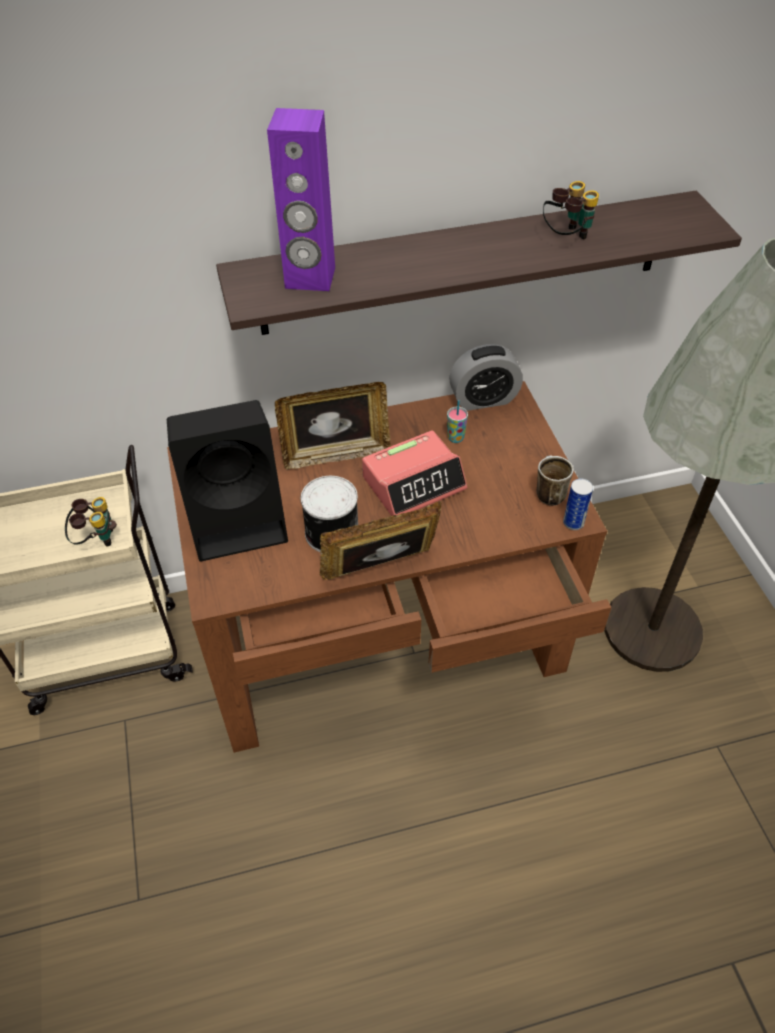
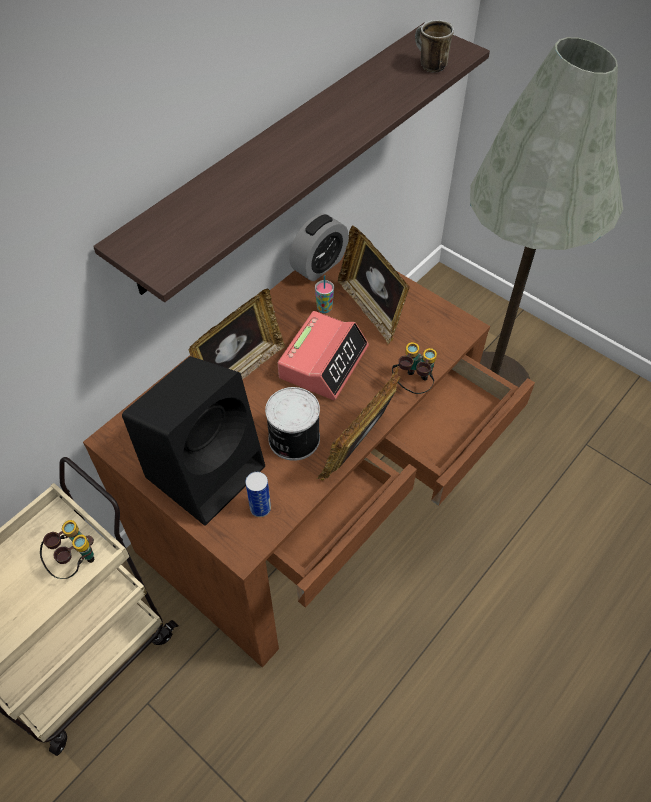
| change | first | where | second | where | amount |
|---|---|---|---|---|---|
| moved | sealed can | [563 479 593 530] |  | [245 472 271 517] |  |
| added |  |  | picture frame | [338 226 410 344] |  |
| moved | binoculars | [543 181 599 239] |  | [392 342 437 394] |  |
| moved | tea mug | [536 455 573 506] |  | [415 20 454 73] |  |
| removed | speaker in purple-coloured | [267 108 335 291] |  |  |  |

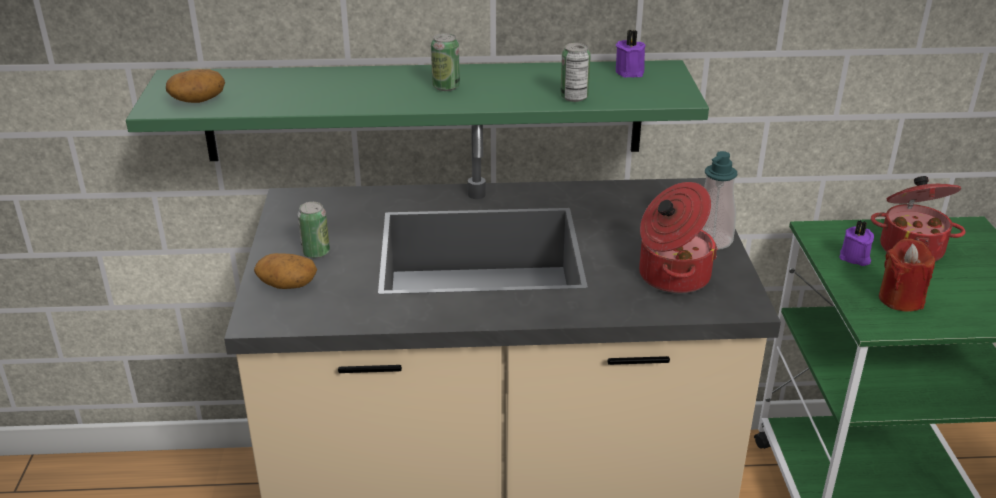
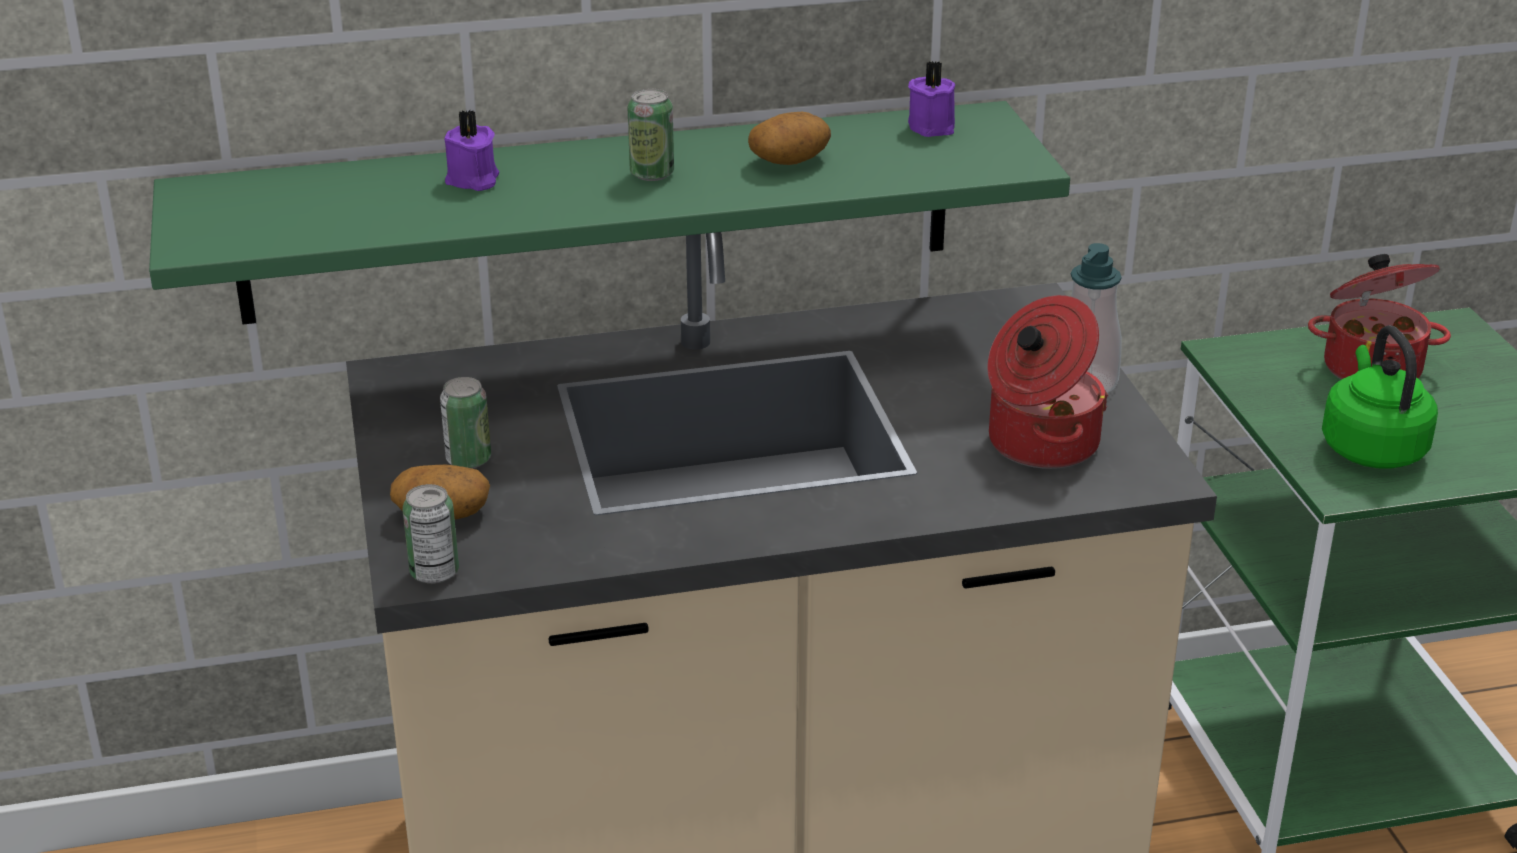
| change | first | where | second | where | amount |
|---|---|---|---|---|---|
| moved | sealed can | [560 43 591 102] |  | [402 484 459 584] |  |
| moved | candle in purple-coloured | [839 220 874 266] |  | [444 110 499 191] |  |
| moved | spud | [166 69 225 103] |  | [748 112 831 165] |  |
| replaced | candle in red-coloured | [879 239 935 312] | water kettle in greenish | [1322 325 1438 469] |  |

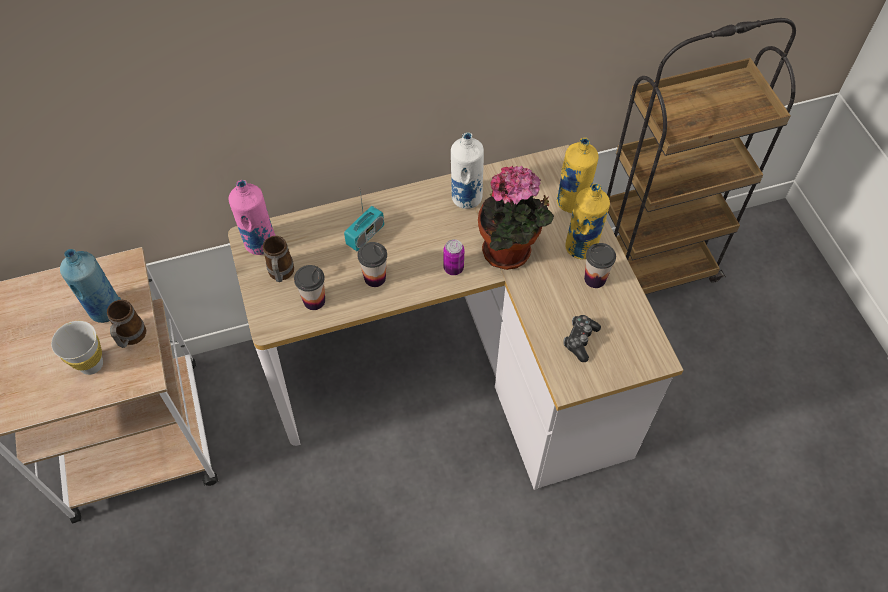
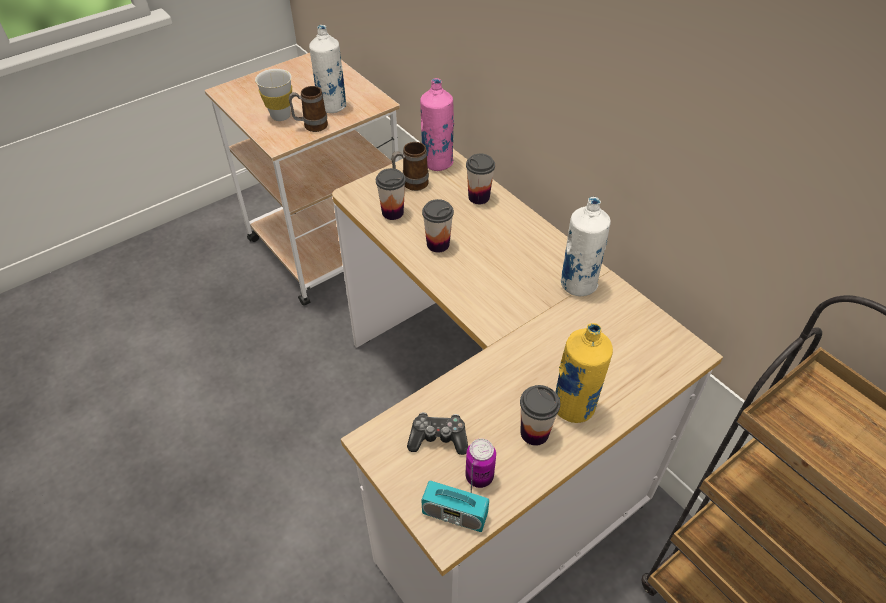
| change | first | where | second | where | amount |
|---|---|---|---|---|---|
| recoloured | drink bottle in blue-coloured | [60 249 121 323] | drink bottle in white | [309 25 346 113] |  |
| moved | radio | [344 192 384 251] |  | [422 467 489 532] |  |
| moved | sealed can | [443 239 464 275] |  | [465 439 496 488] |  |
| added |  |  | drinking cup | [466 154 495 204] |  |
| removed | potted plant | [478 166 554 270] |  |  |  |
| removed | drink bottle in yellow | [557 138 599 213] |  |  |  |

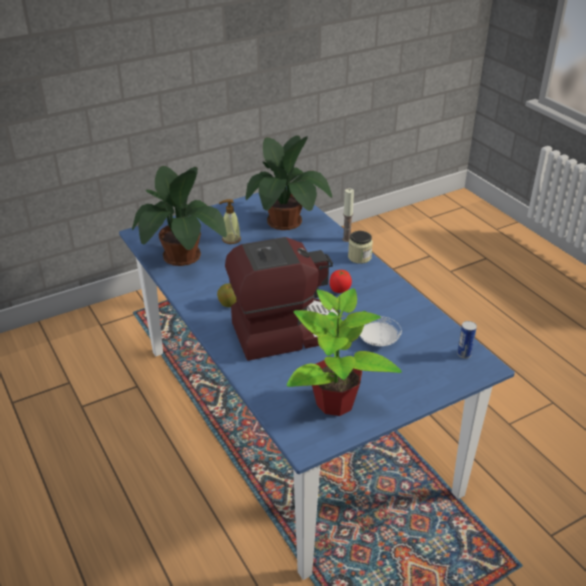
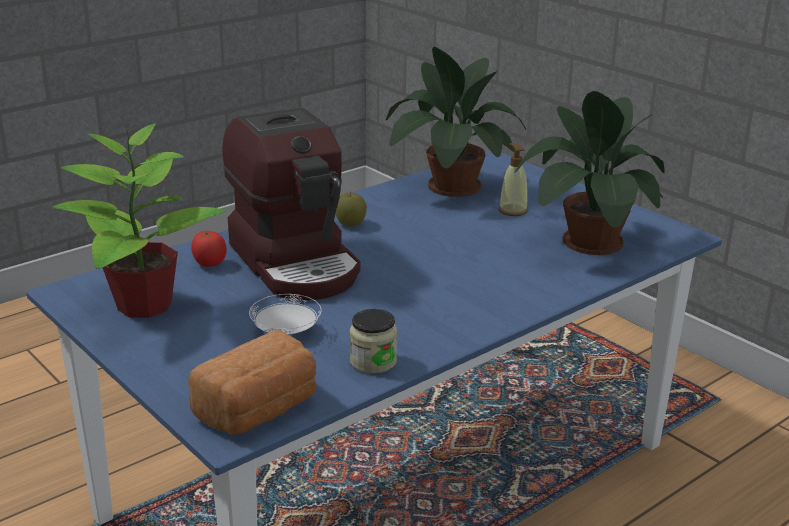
| change | first | where | second | where | amount |
|---|---|---|---|---|---|
| replaced | sealed can | [457 321 477 359] | baked bread | [188 330 317 435] |  |
| moved | whole tomato | [329 270 352 293] |  | [191 231 227 267] |  |
| moved | storage jar | [348 231 373 264] |  | [350 309 397 374] |  |
| removed | candle | [342 188 354 242] |  |  |  |

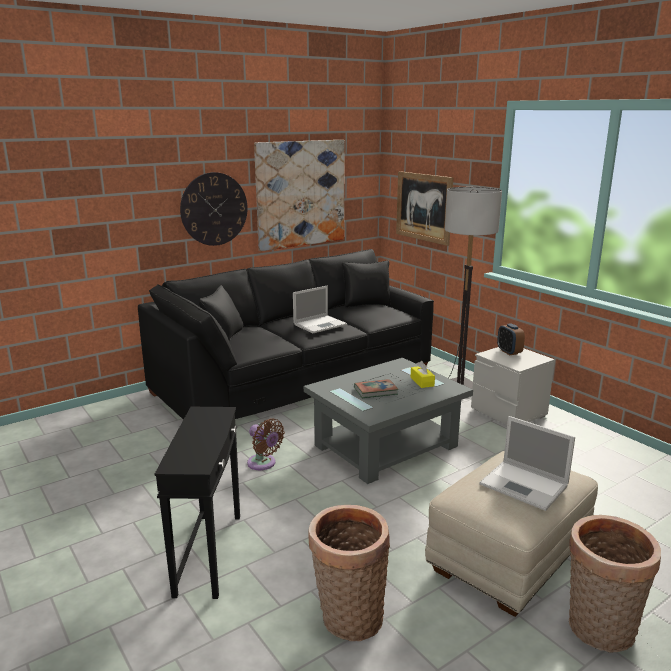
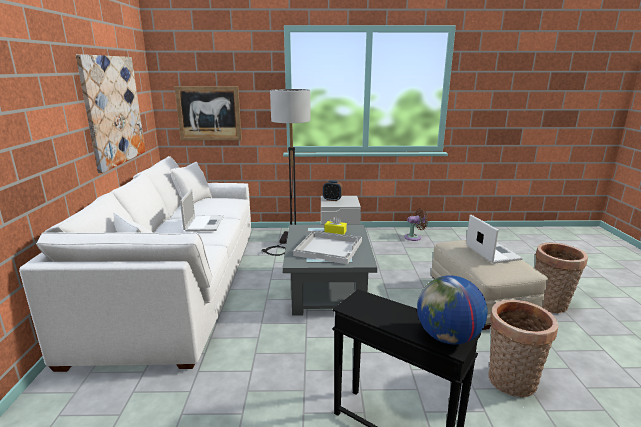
| change | first | where | second | where | amount |
|---|---|---|---|---|---|
| recoloured | sofa in black-coloured | [138 249 434 420] | sofa in white | [19 156 251 372] |  |
| replaced | volume | [354 379 399 398] | tray in white | [293 231 362 264] |  |
| moved | cooling fan in brown-coloured | [247 418 285 470] |  | [404 208 428 241] |  |
| added |  |  | desk globe | [417 275 488 345] |  |
| turned | laptop | [479 416 575 511] |  | [466 215 523 264] | 90 degrees counterclockwise |
| removed | wall clock | [180 172 248 246] |  |  |  |

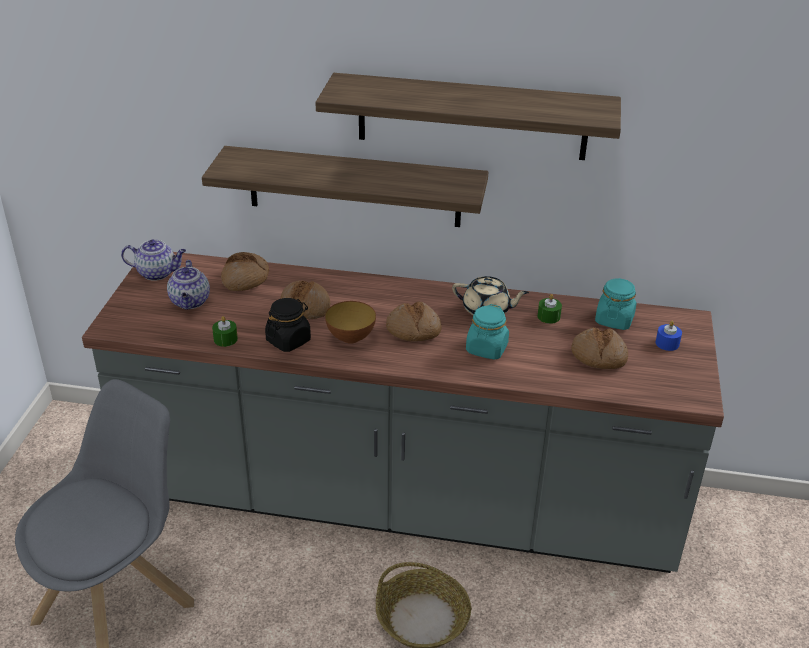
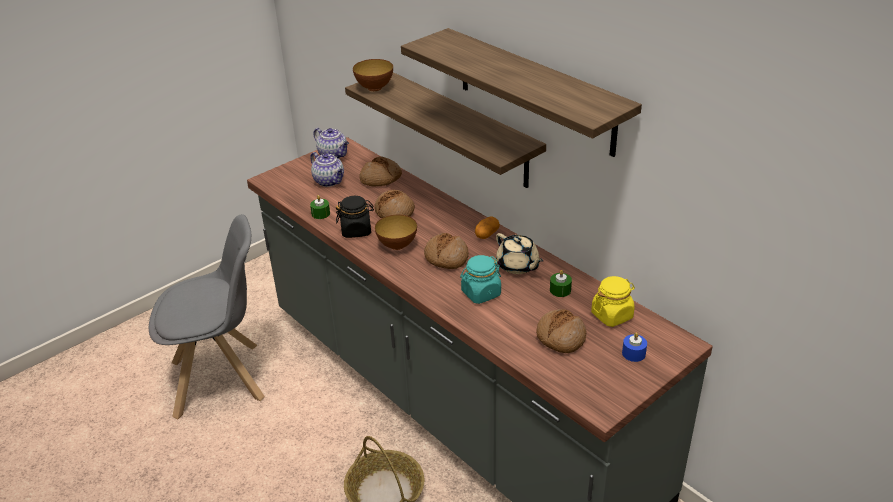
| change | first | where | second | where | amount |
|---|---|---|---|---|---|
| turned | pot for tea | [167 260 210 310] |  | [310 152 344 187] | 75 degrees counterclockwise |
| added |  |  | bowl | [353 59 393 91] |  |
| added |  |  | spud | [475 216 500 239] |  |
| recoloured | storage jar in turquoise | [595 278 636 330] | storage jar in yellow | [591 276 635 327] |  |

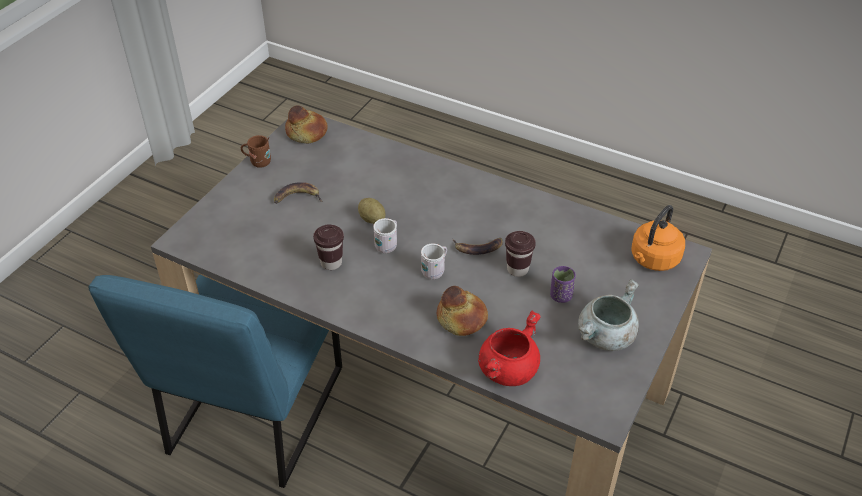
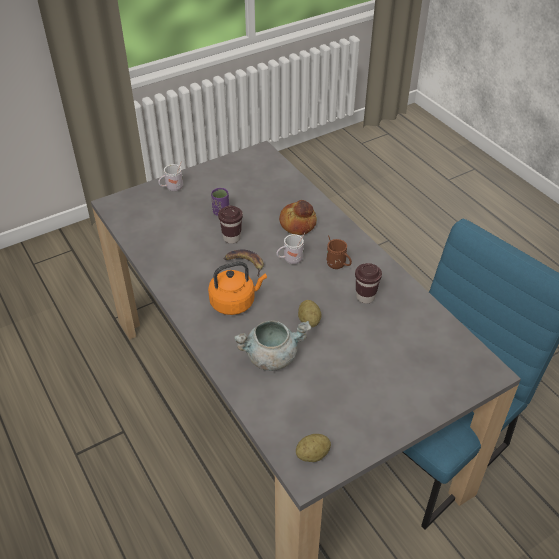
| change | first | where | second | where | amount |
|---|---|---|---|---|---|
| moved | tea mug in white | [373 218 397 253] |  | [158 161 183 191] |  |
| moved | water kettle in orange-coloured | [631 205 685 271] |  | [208 262 267 315] |  |
| moved | cooking pot in grey | [578 279 639 351] |  | [234 320 311 371] |  |
| replaced | baked bread | [285 105 328 143] | spud | [296 434 331 462] |  |
| moved | tea mug in brown-coloured | [241 135 271 168] |  | [326 235 352 269] |  |
| removed | whole banana | [274 182 323 204] |  |  |  |
| removed | cooking pot in red-coloured | [478 311 541 386] |  |  |  |

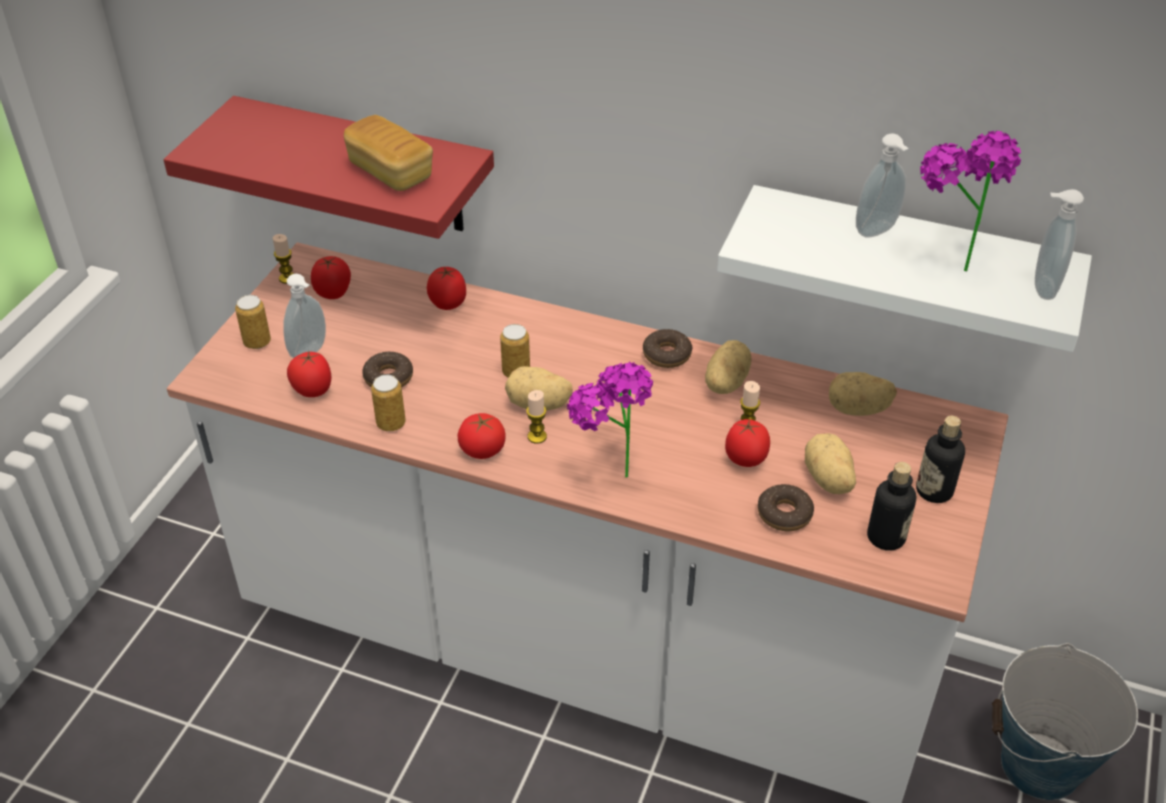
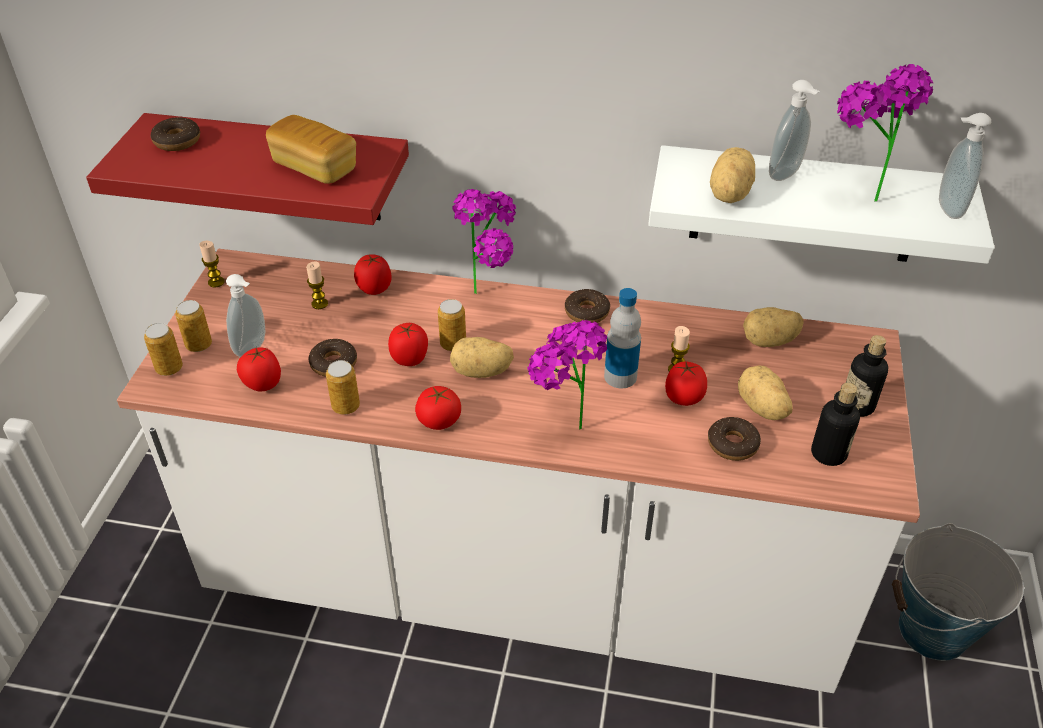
| change | first | where | second | where | amount |
|---|---|---|---|---|---|
| added |  |  | sealed can | [144 323 183 376] |  |
| added |  |  | ring doughnut | [151 117 200 151] |  |
| moved | candle | [526 390 547 444] |  | [306 262 328 309] |  |
| moved | whole tomato | [311 256 351 299] |  | [388 323 428 366] |  |
| added |  |  | potted plant | [453 189 516 294] |  |
| added |  |  | drink bottle | [604 288 641 388] |  |
| moved | spud | [705 340 751 394] |  | [710 147 755 203] |  |

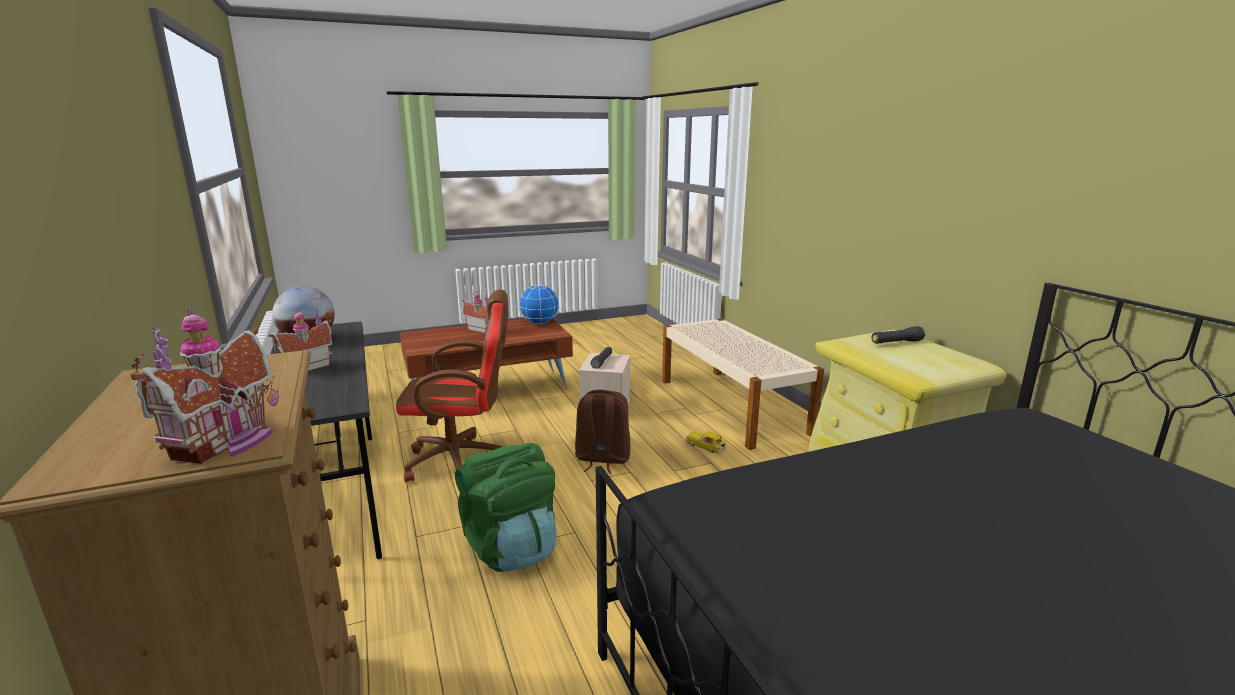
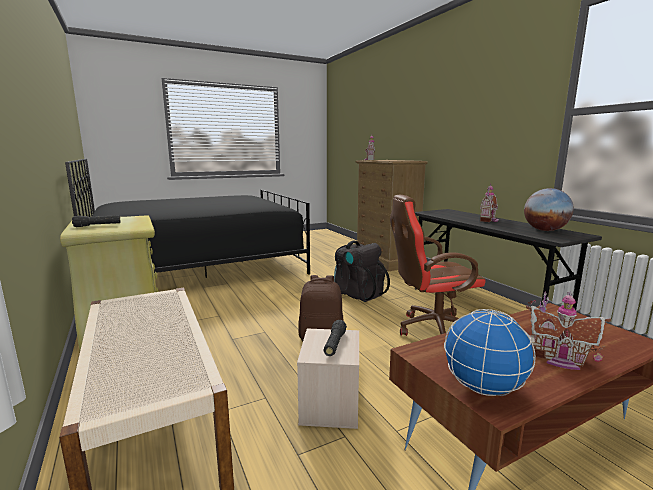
| change | first | where | second | where | amount |
|---|---|---|---|---|---|
| recoloured | knapsack in greenish | [455 443 556 572] | knapsack in black-coloured | [334 241 390 302] |  |
| removed | toy car | [686 431 726 454] |  |  |  |

